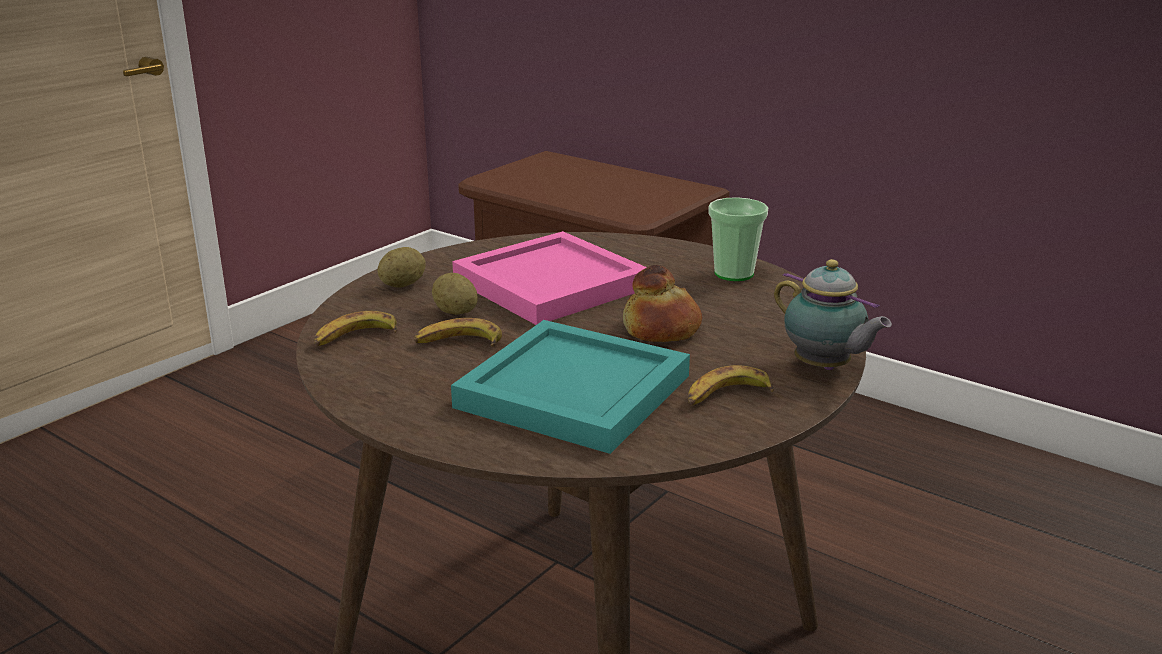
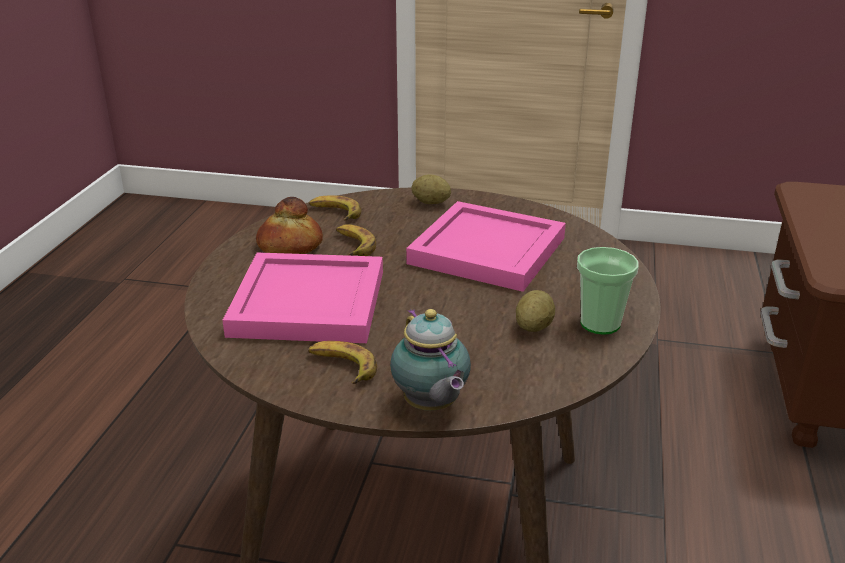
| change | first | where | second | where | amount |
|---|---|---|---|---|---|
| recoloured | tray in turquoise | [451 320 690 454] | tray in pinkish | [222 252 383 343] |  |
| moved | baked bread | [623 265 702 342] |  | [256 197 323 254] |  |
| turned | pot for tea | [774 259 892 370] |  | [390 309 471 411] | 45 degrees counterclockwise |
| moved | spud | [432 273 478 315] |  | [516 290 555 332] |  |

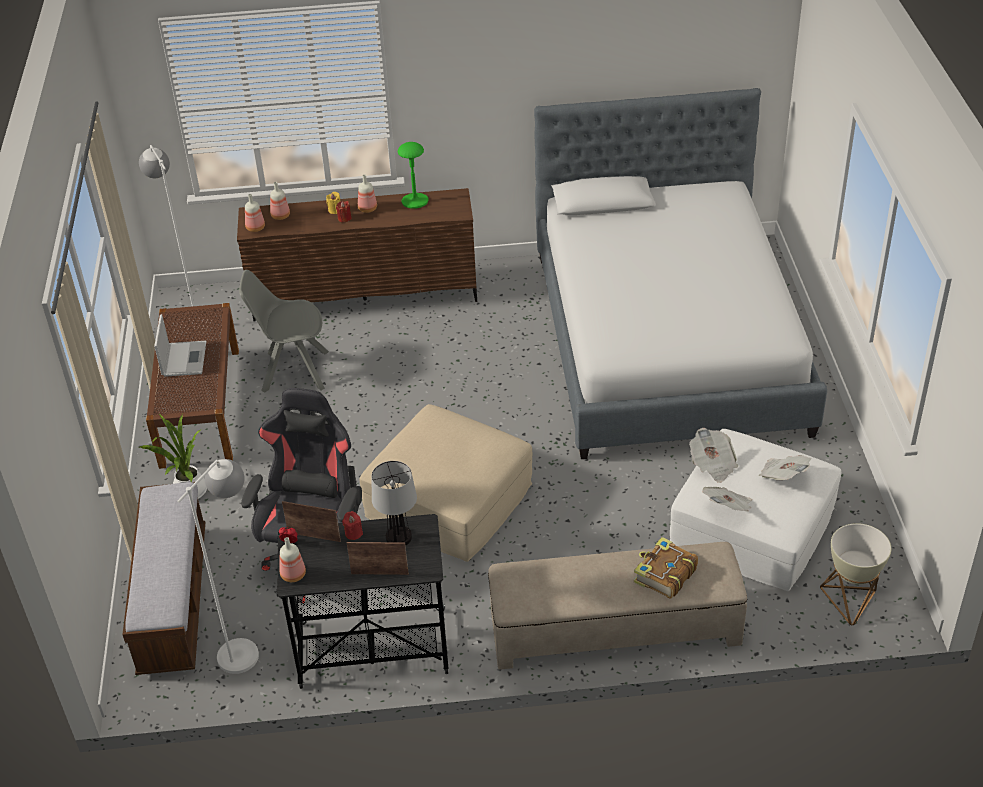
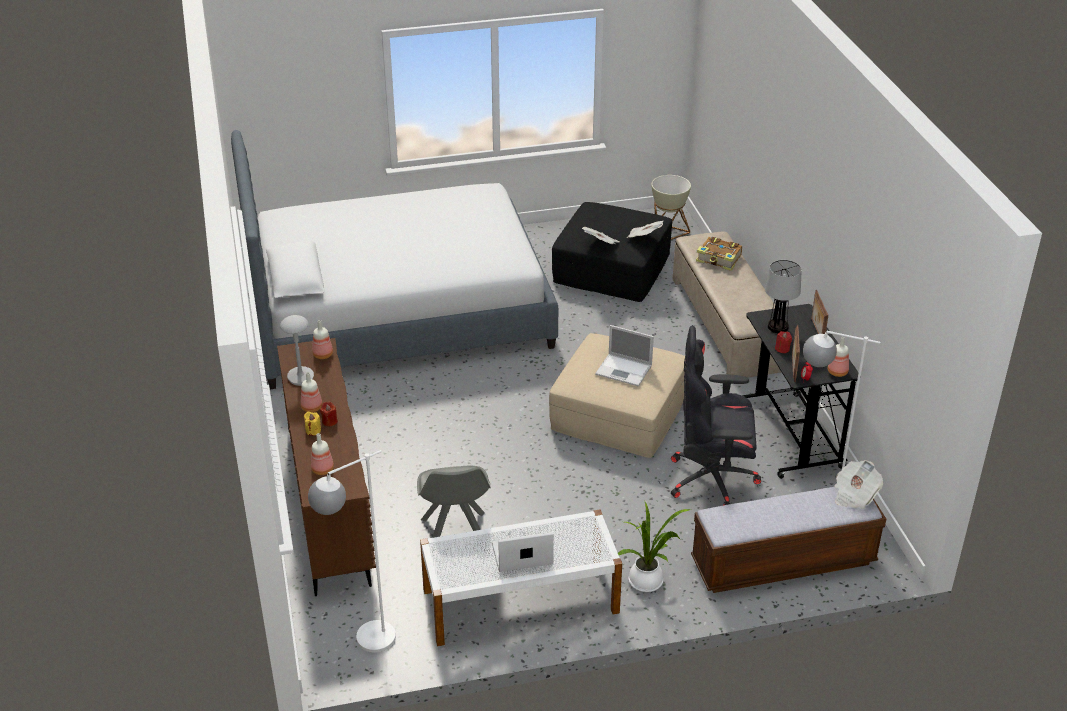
| change | first | where | second | where | amount |
|---|---|---|---|---|---|
| recoloured | tabletop lamp in greenish | [398 142 429 209] | tabletop lamp in grey | [280 315 314 386] |  |
| moved | drink bottle | [245 194 265 232] |  | [312 320 333 359] |  |
| recoloured | bench in brown-coloured | [146 303 239 469] | bench in white | [420 509 622 646] |  |
| recoloured | ottoman in white | [670 429 841 591] | ottoman in black-coloured | [552 202 672 302] |  |
| added |  |  | laptop | [595 325 654 387] |  |
| moved | newspaper | [758 455 811 480] |  | [834 460 883 509] |  |

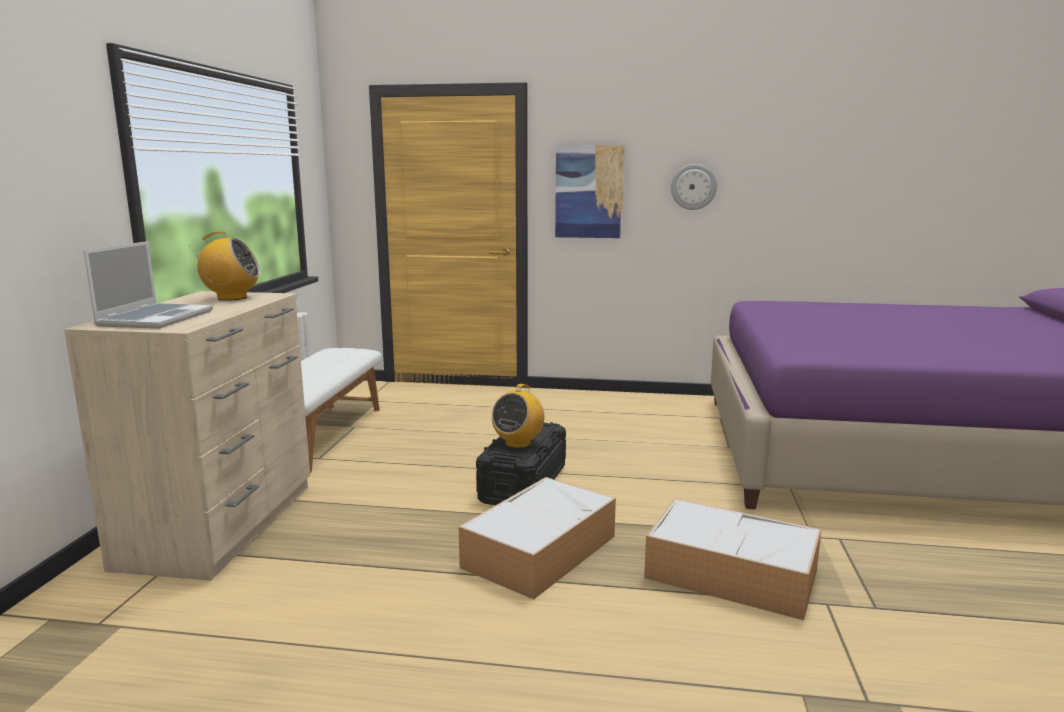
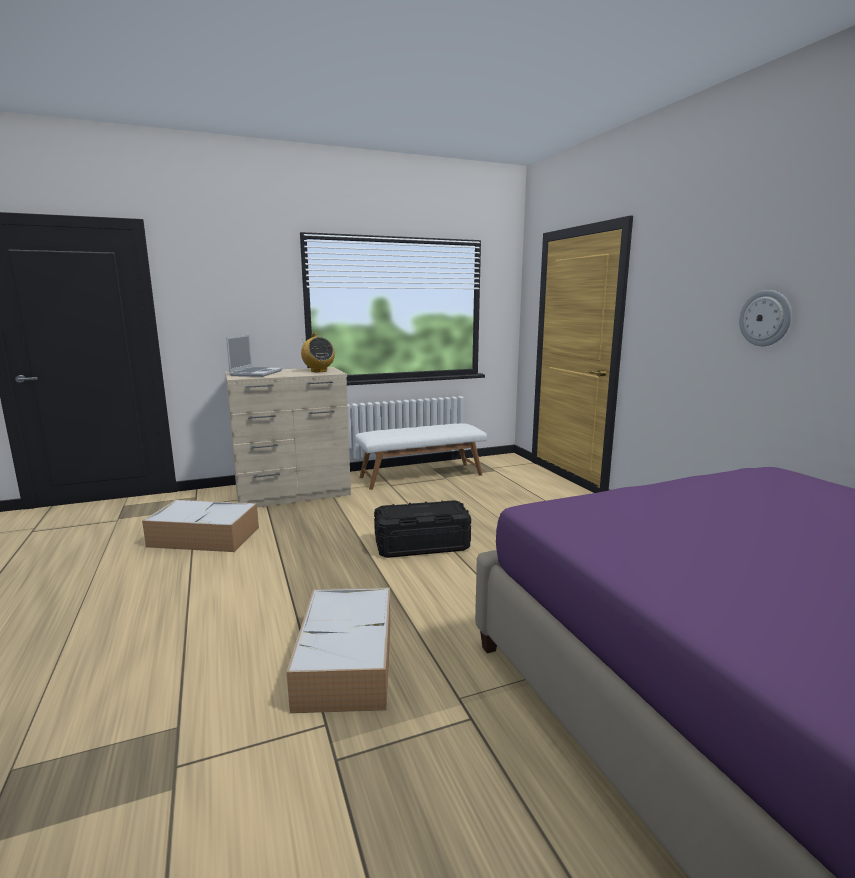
| change | first | where | second | where | amount |
|---|---|---|---|---|---|
| moved | storage bin | [459 477 616 600] |  | [142 500 259 552] |  |
| turned | laptop | [84 241 213 329] |  | [226 335 282 377] | 60 degrees counterclockwise |
| removed | radio | [492 384 544 448] |  |  |  |
| removed | picture | [555 145 625 238] |  |  |  |

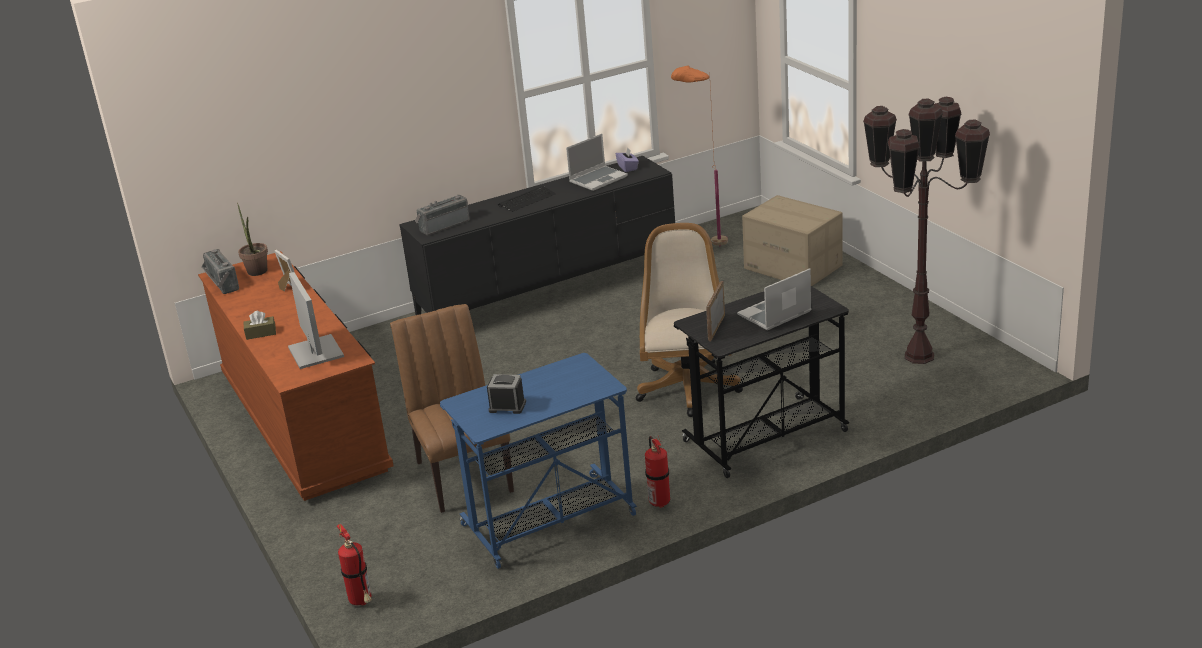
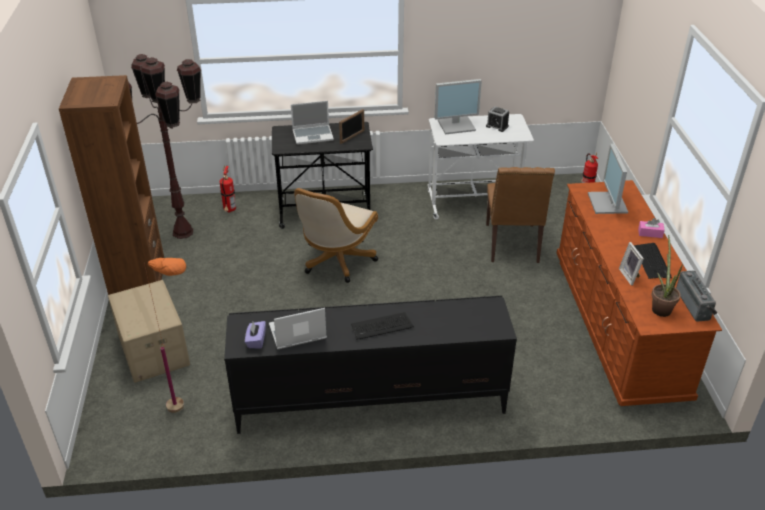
| change | first | where | second | where | amount |
|---|---|---|---|---|---|
| added |  |  | bookshelf in brown-coloured | [59 75 164 295] |  |
| moved | fire-fighting cylinder | [645 436 670 508] |  | [220 166 236 213] |  |
| recoloured | desk table in blue-coloured | [440 353 637 569] | desk table in white | [427 114 534 219] |  |
| added |  |  | computer display | [435 79 482 134] |  |
| added |  |  | computer keyboard | [634 243 672 279] |  |
| recoloured | tissue box in brown-coloured | [244 311 276 340] | tissue box in pinkish | [638 218 665 238] |  |
| removed | radio | [415 195 470 235] |  |  |  |

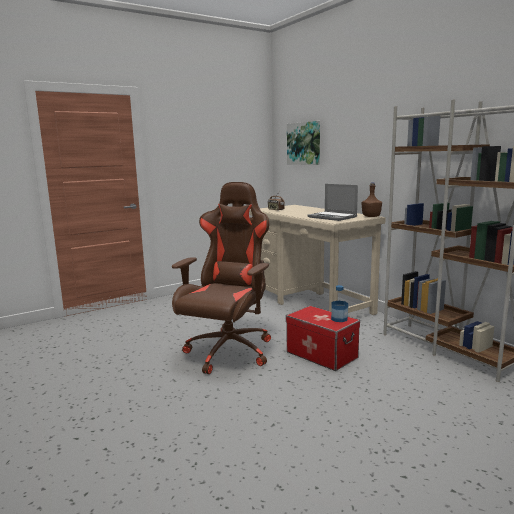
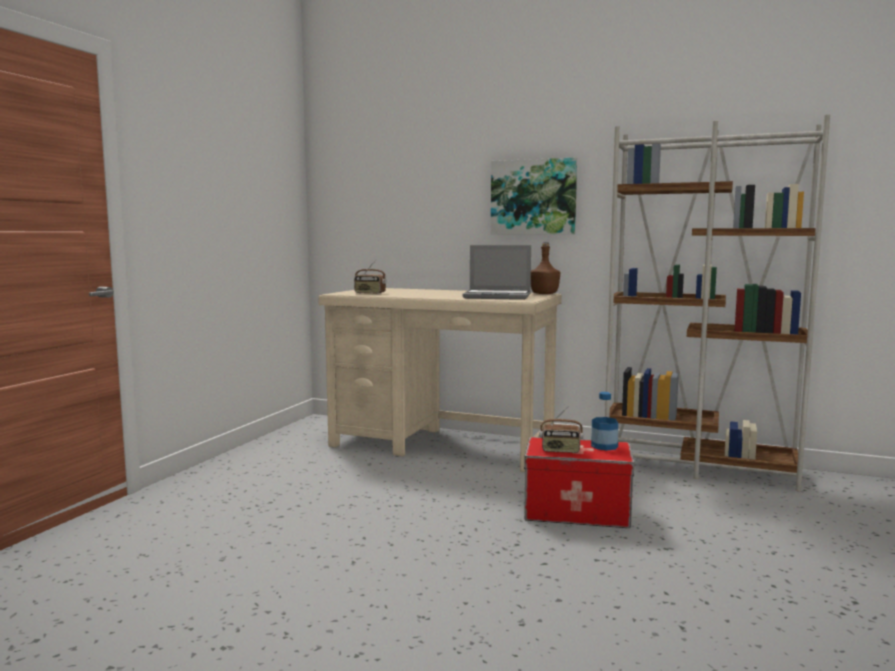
| change | first | where | second | where | amount |
|---|---|---|---|---|---|
| moved | picture | [287 121 320 165] |  | [491 157 577 235] |  |
| added |  |  | radio | [539 406 583 453] |  |
| removed | office chair in brown-coloured | [172 182 271 374] |  |  |  |

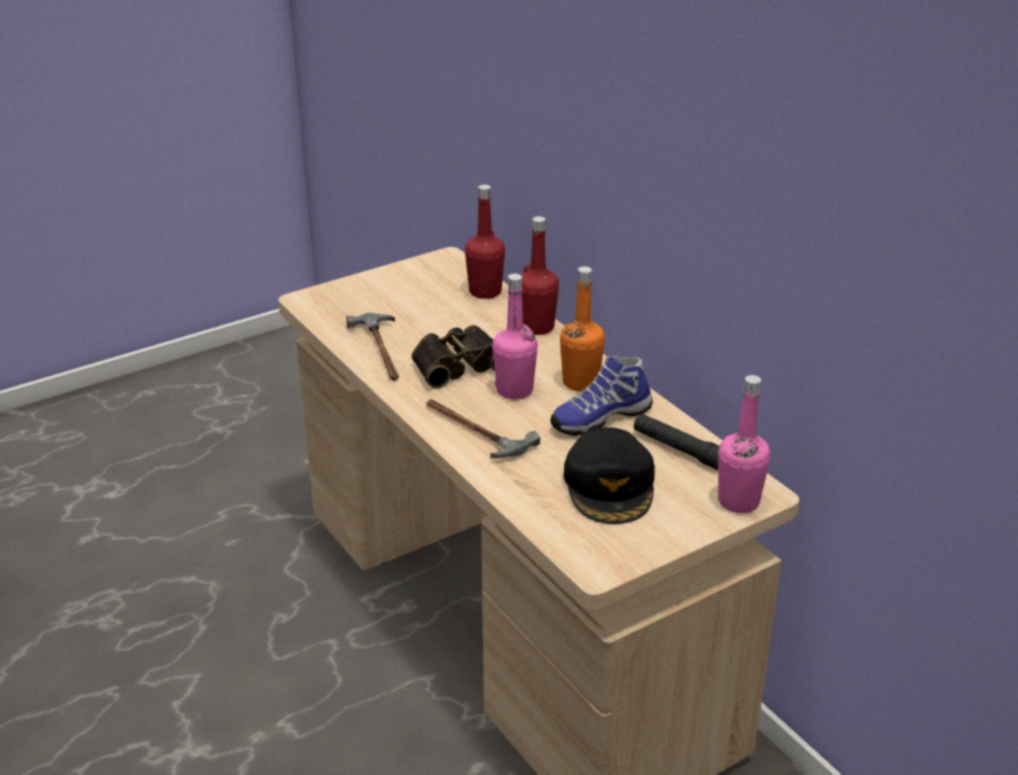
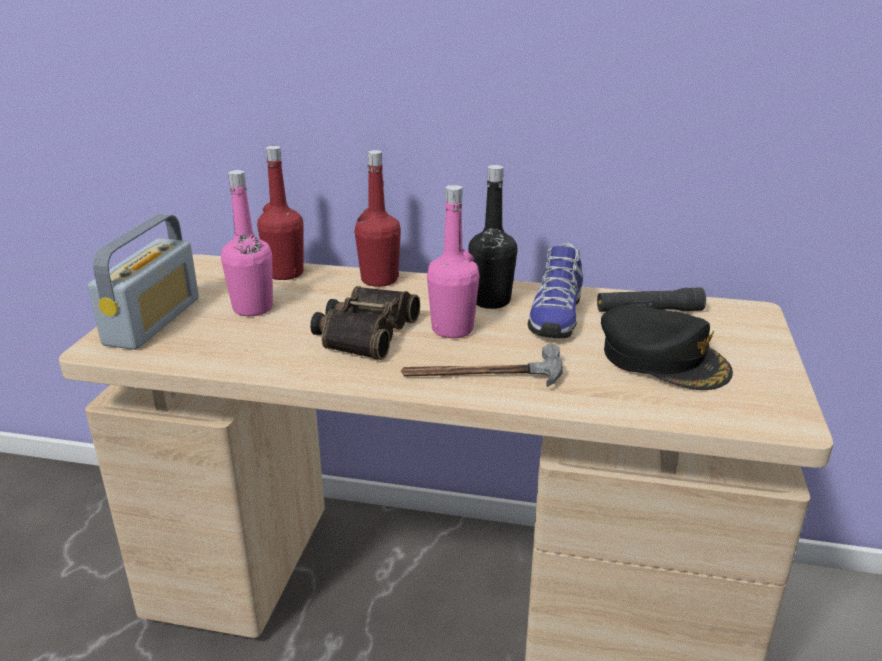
| change | first | where | second | where | amount |
|---|---|---|---|---|---|
| added |  |  | radio | [88 214 199 350] |  |
| moved | drink bottle in pinkish | [718 375 770 513] |  | [221 170 273 316] |  |
| recoloured | drink bottle in orange-coloured | [560 266 605 391] | drink bottle in black-coloured | [468 165 517 309] |  |
| removed | hammer | [346 313 399 380] |  |  |  |

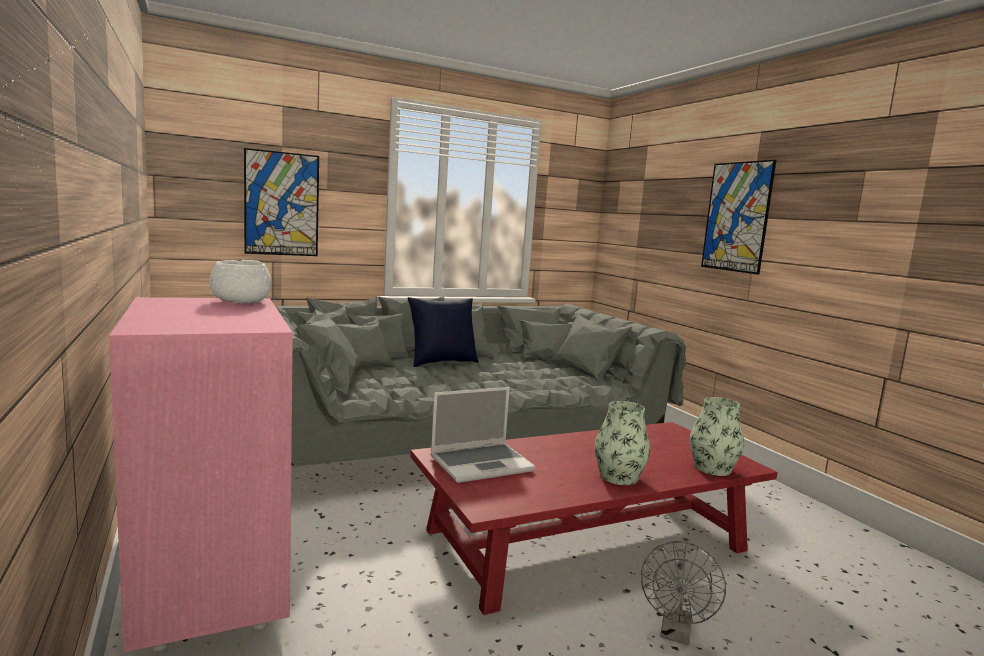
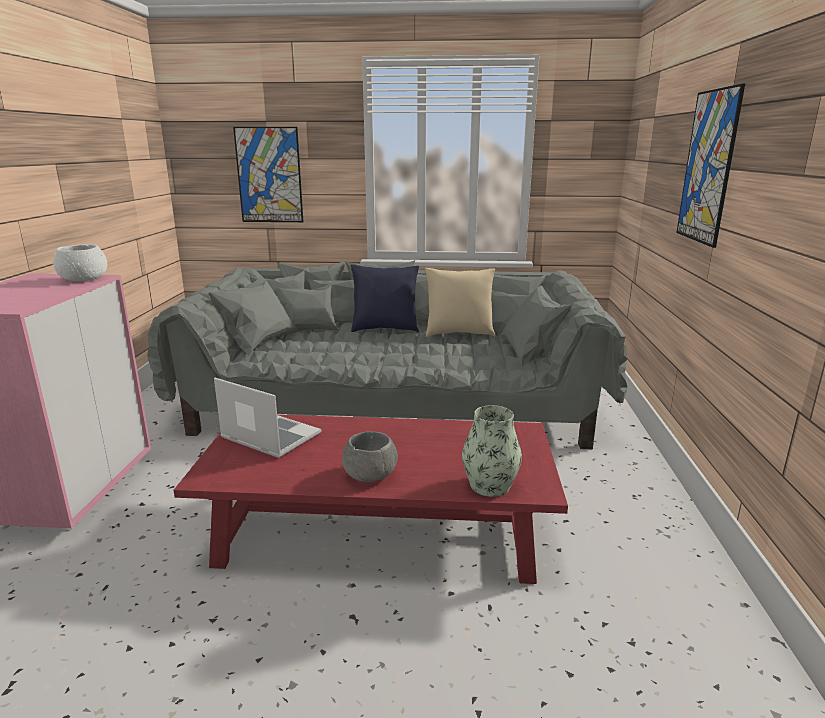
| change | first | where | second | where | amount |
|---|---|---|---|---|---|
| turned | laptop | [430 387 535 483] |  | [214 378 322 458] | 150 degrees counterclockwise |
| replaced | decorative vase | [595 401 650 485] | bowl in grey | [342 431 398 482] |  |
| added |  |  | throw pillow in beige | [425 268 496 337] |  |
| removed | cooling fan in grey | [641 541 726 645] |  |  |  |

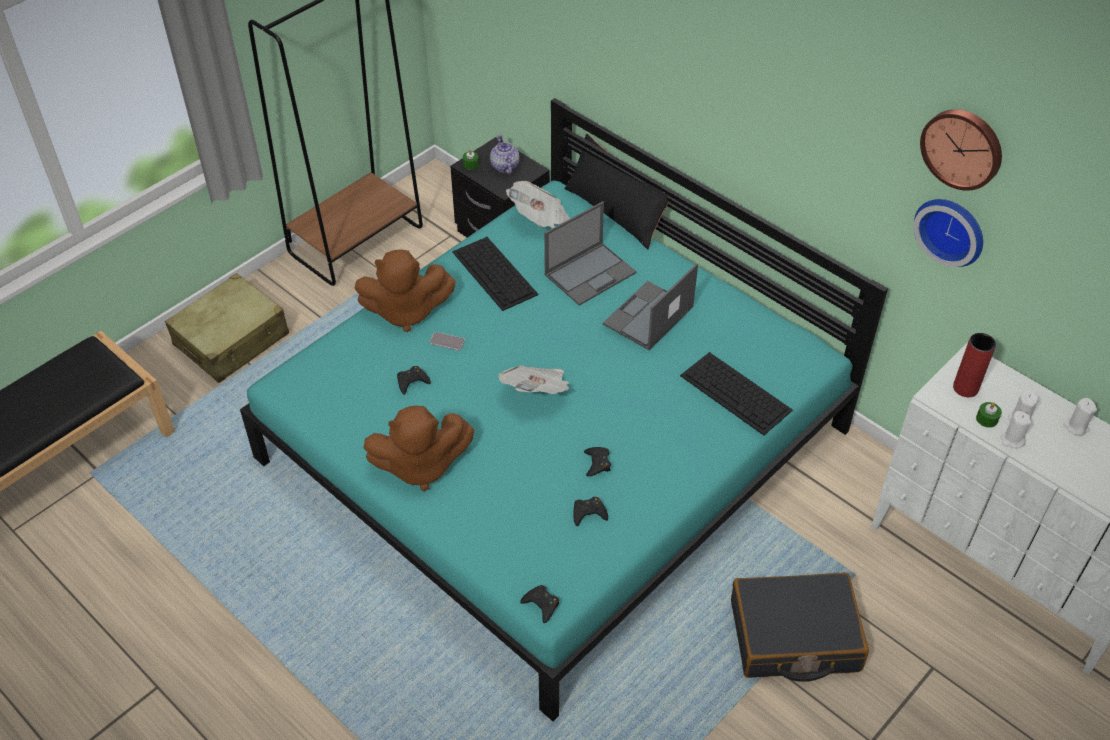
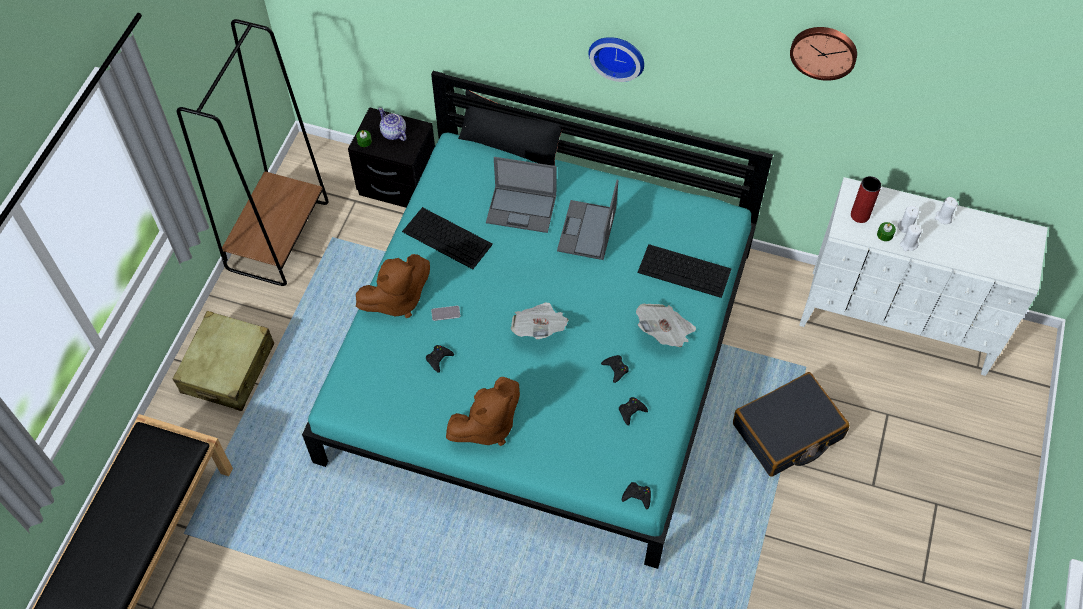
| change | first | where | second | where | amount |
|---|---|---|---|---|---|
| turned | laptop | [544 201 636 306] |  | [486 157 557 233] | 75 degrees clockwise |
| moved | wall clock | [914 199 983 267] |  | [588 37 644 82] |  |
| moved | newspaper | [506 181 570 228] |  | [636 304 696 348] |  |

